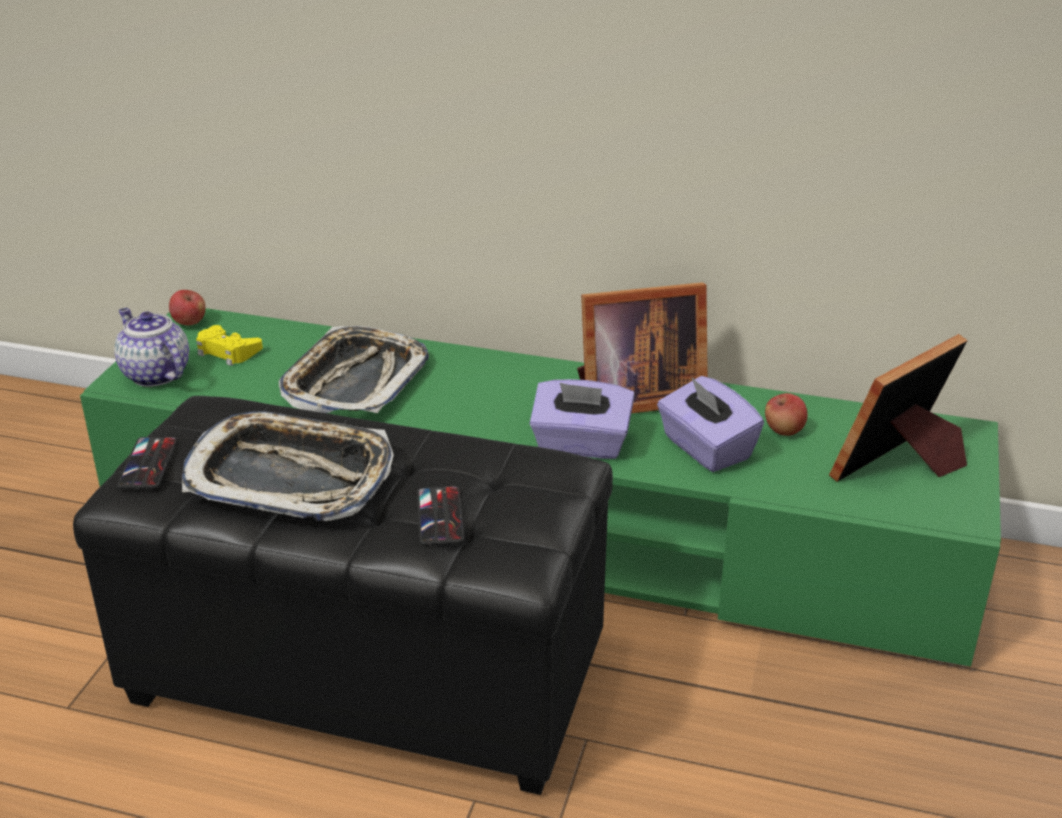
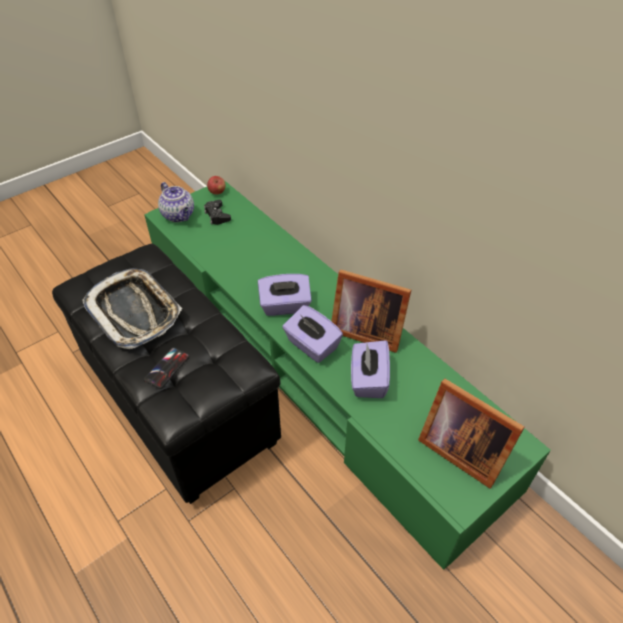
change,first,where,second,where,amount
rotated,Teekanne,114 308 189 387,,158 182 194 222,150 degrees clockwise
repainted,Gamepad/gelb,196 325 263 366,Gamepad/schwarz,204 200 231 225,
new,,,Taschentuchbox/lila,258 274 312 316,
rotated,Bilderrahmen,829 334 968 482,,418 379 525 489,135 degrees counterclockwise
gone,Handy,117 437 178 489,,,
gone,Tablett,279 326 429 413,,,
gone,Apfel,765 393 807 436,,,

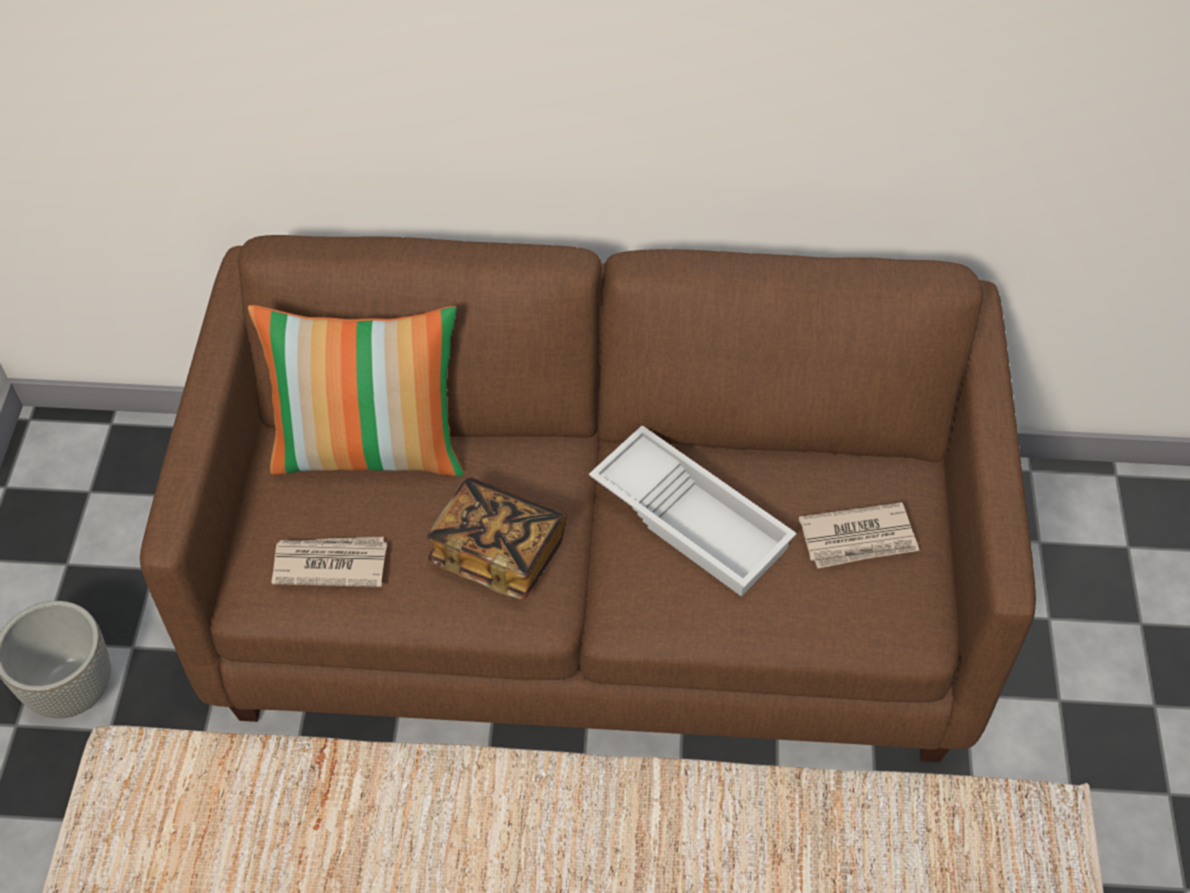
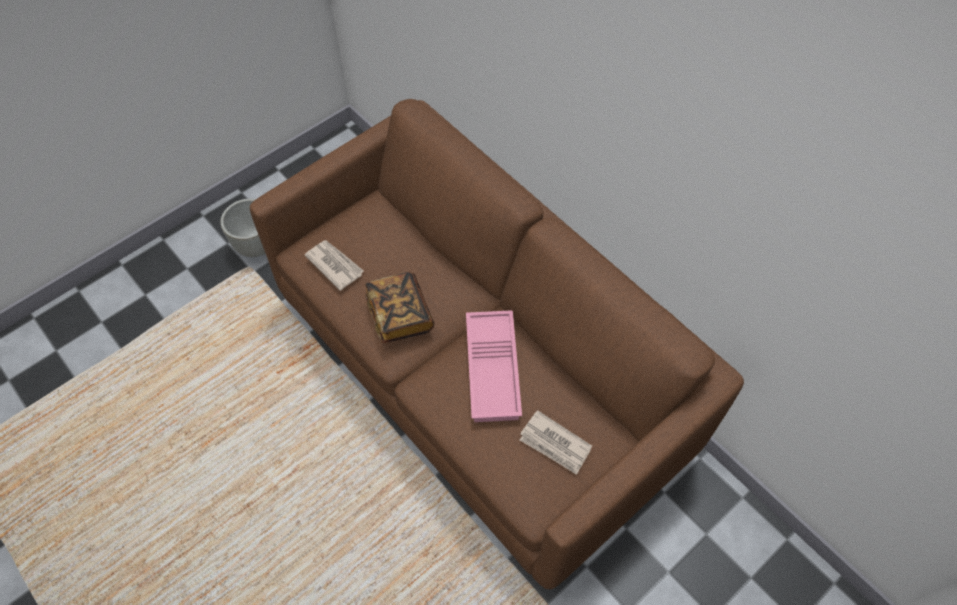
change,first,where,second,where,amount
repainted,Tablett/weiß,589 426 797 596,Tablett/rosa,466 310 522 422,
gone,Kissen,248 305 464 476,,,

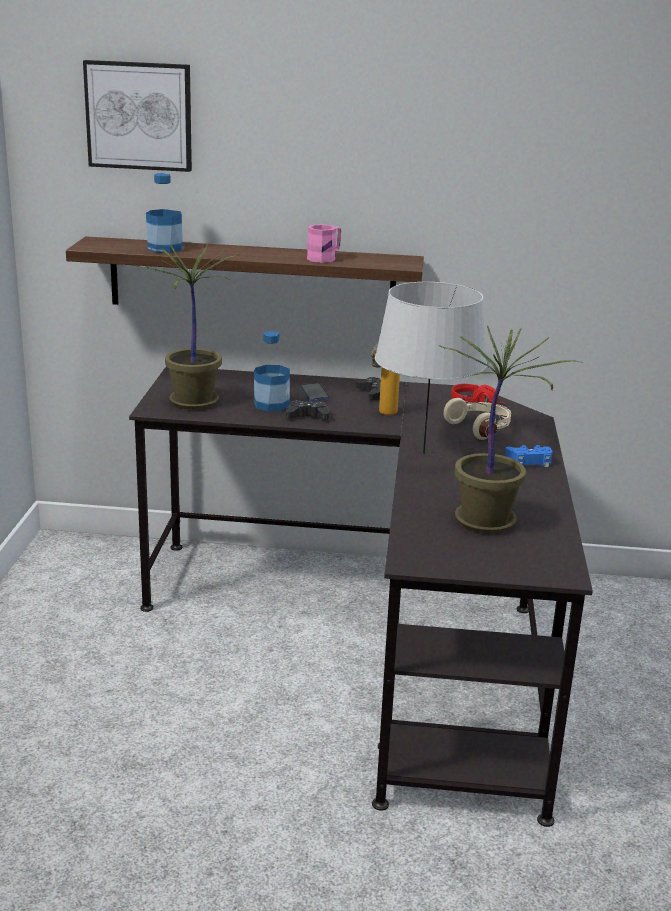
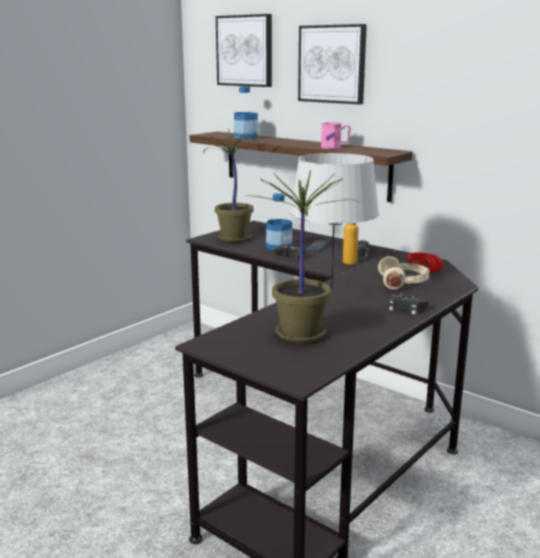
change,first,where,second,where,amount
new,,,Bild,298 24 367 104,
repainted,Gamepad/blau,505 445 553 467,Gamepad/schwarz,388 293 429 315,

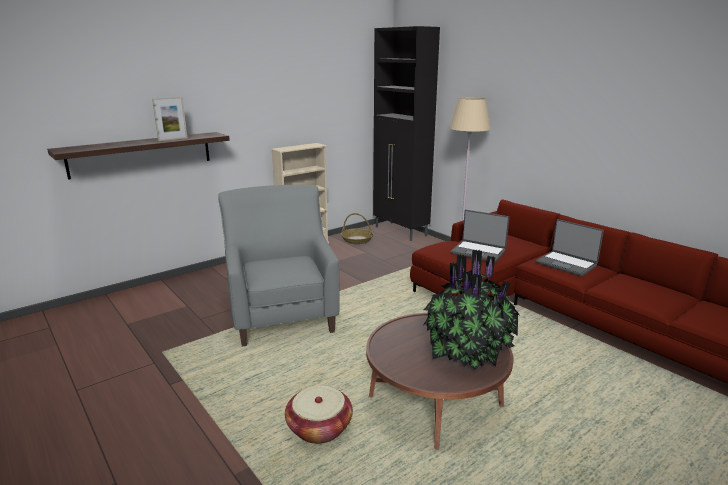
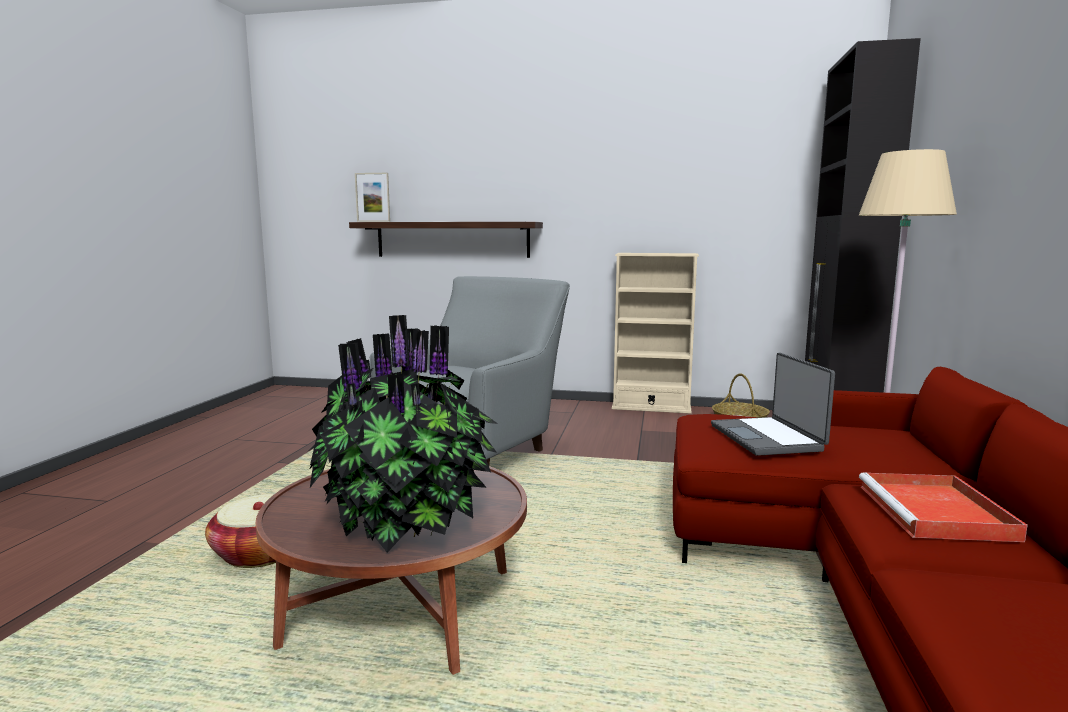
change,first,where,second,where,amount
shifted,Bilderrahmen,152 97 187 141,,355 173 390 222,
swapped,Laptop,536 219 604 276,Tablett/rot,859 472 1028 542,

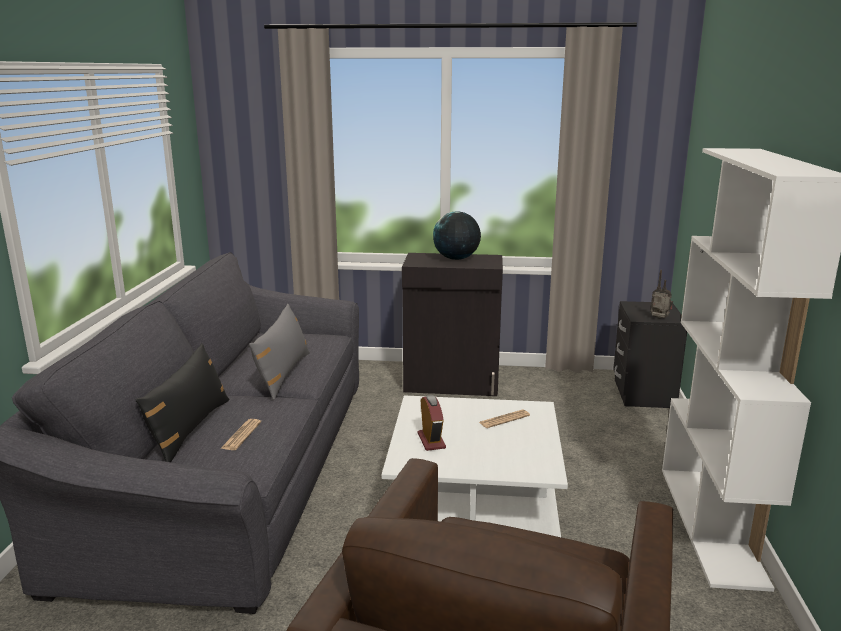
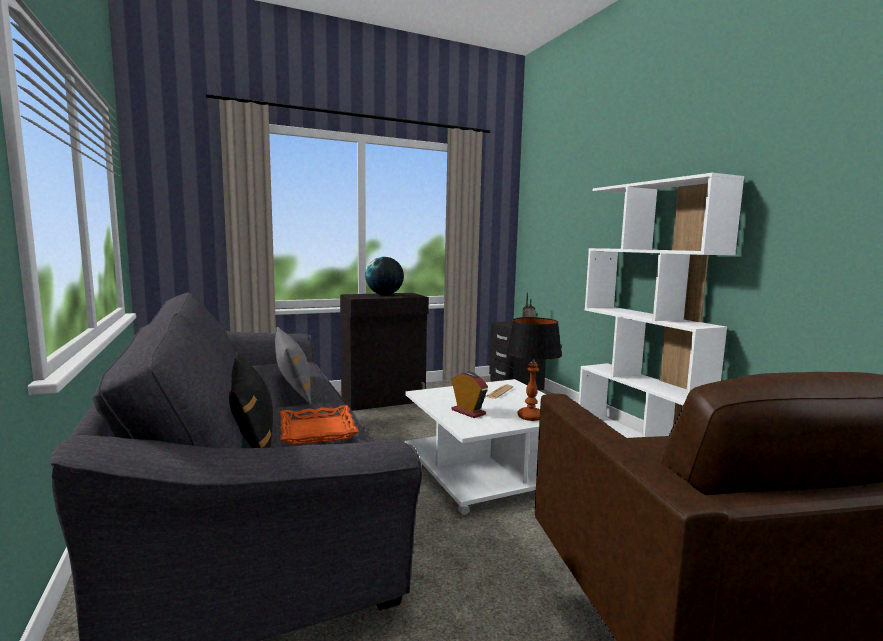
change,first,where,second,where,amount
swapped,Zeitung,220 419 261 450,Tablett/orange,280 405 359 445,
new,,,Tischlampe,506 317 562 421,

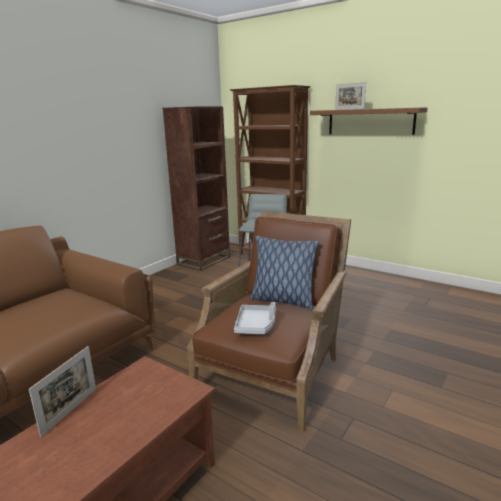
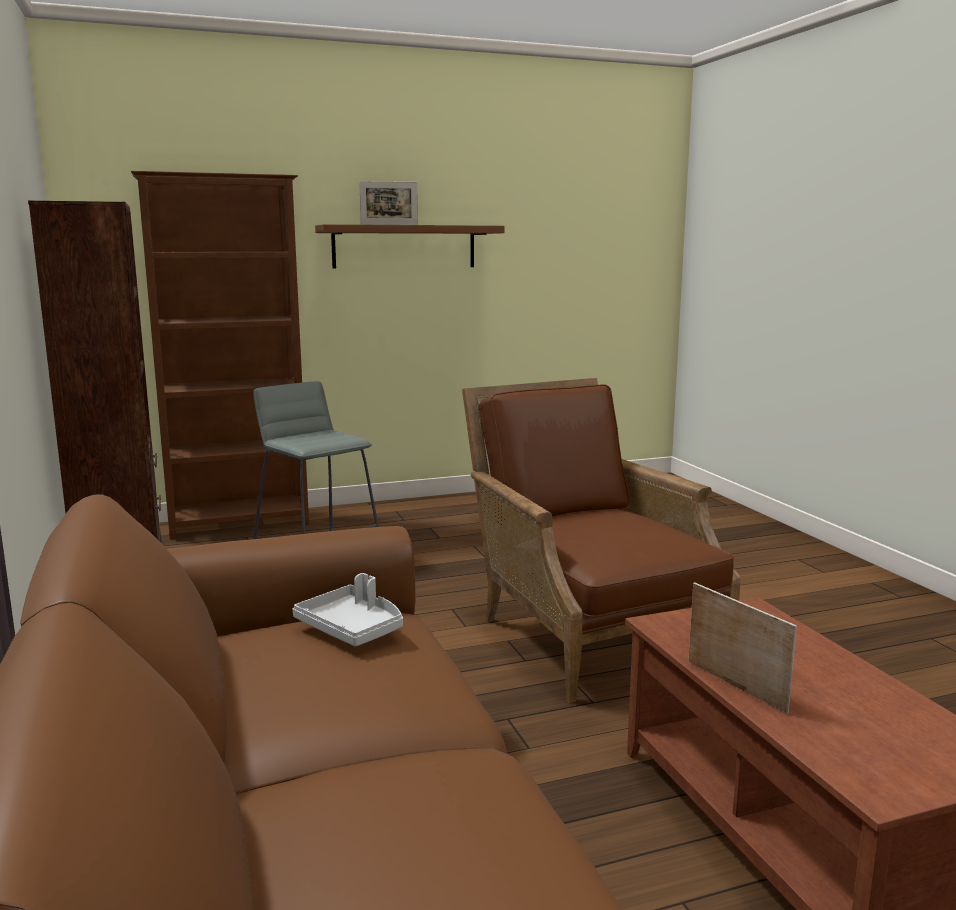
change,first,where,second,where,amount
shifted,Tablett/grau,234 302 276 334,,293 573 403 647,
gone,Kissen,250 236 319 309,,,

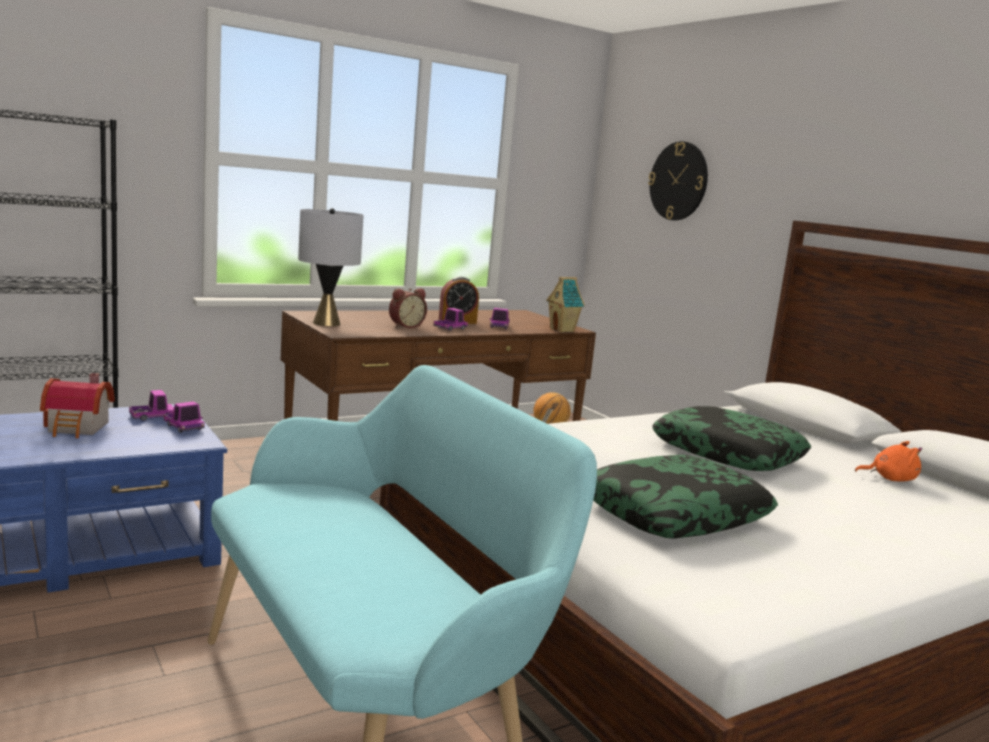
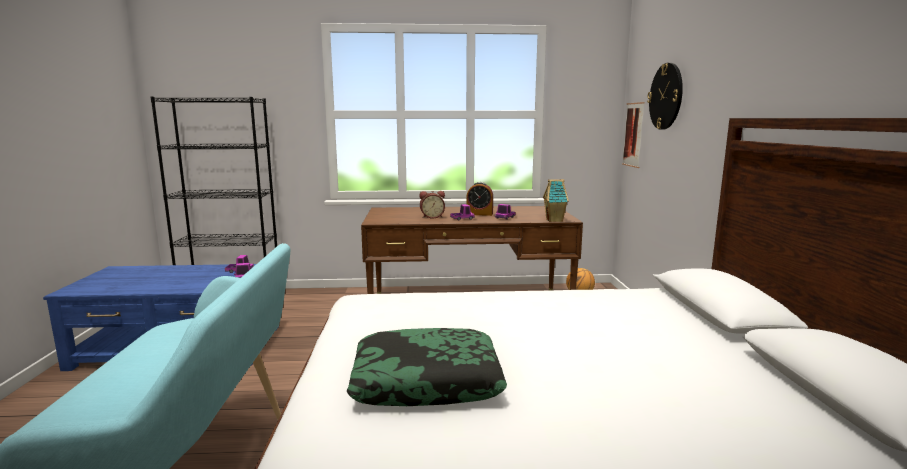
change,first,where,second,where,amount
new,,,Bild,622 102 645 168,
gone,Spielzeughaus,40 373 115 438,,,
gone,Tischlampe/grau,298 208 364 326,,,
gone,Kissen,652 406 811 471,,,
gone,Plüschtier/orange,855 441 922 482,,,

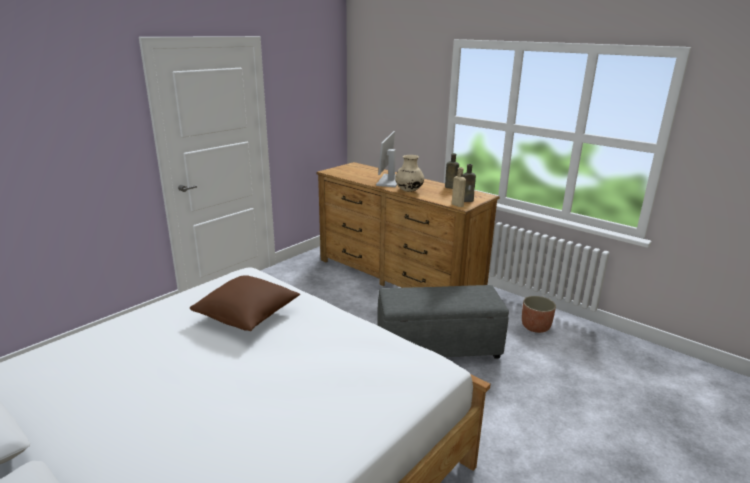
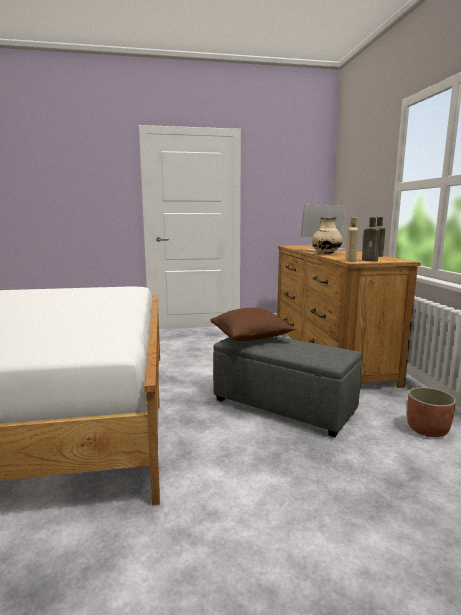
change,first,where,second,where,amount
shifted,Kissen/braun,190 275 300 331,,210 308 295 341,

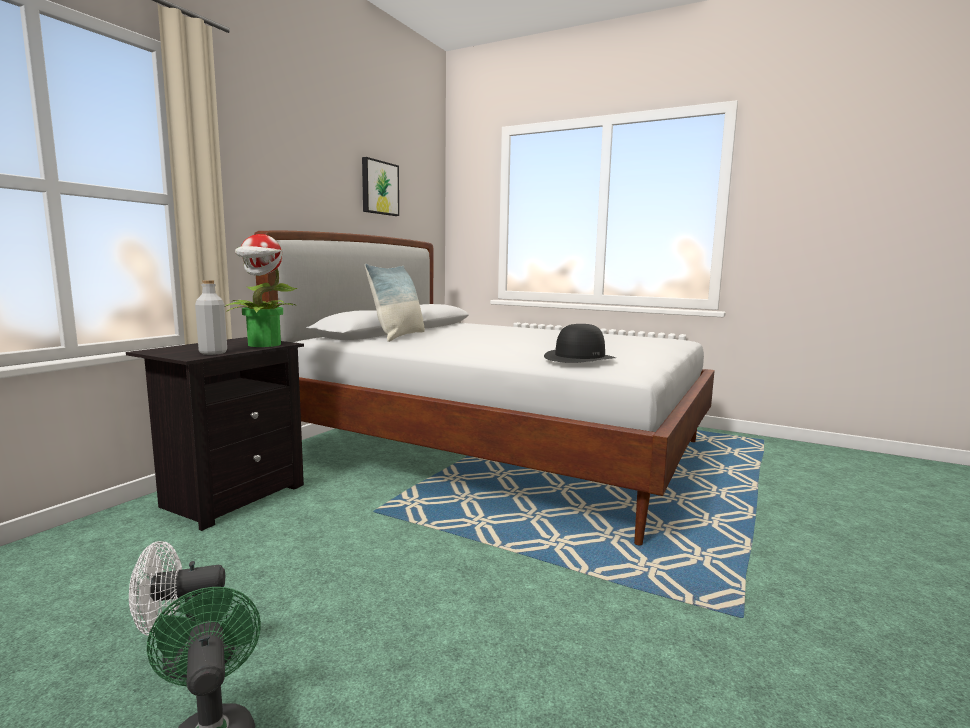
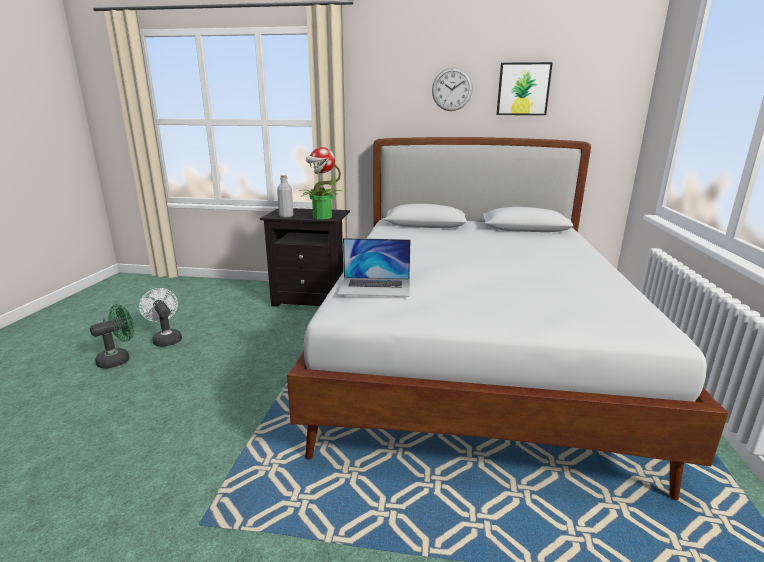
change,first,where,second,where,amount
swapped,Hut/schwarz,544 324 616 363,Laptop,337 238 411 297,
new,,,Wanduhr,432 67 473 111,
gone,Kissen,365 264 425 342,,,

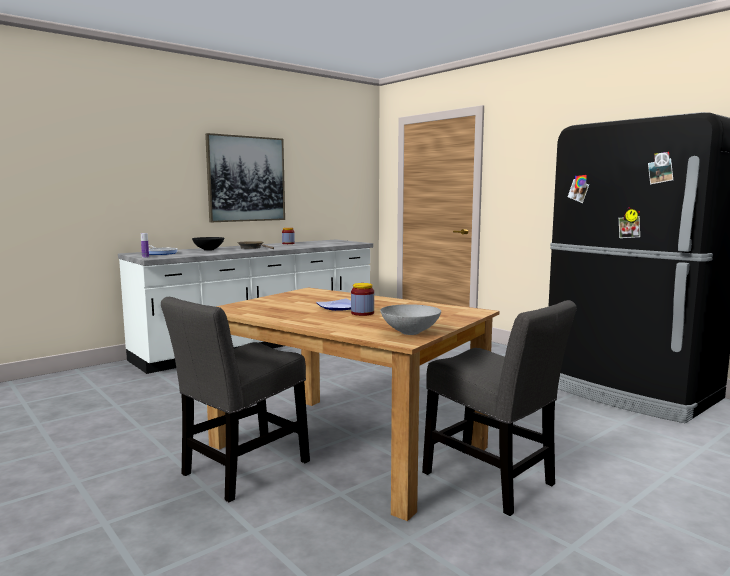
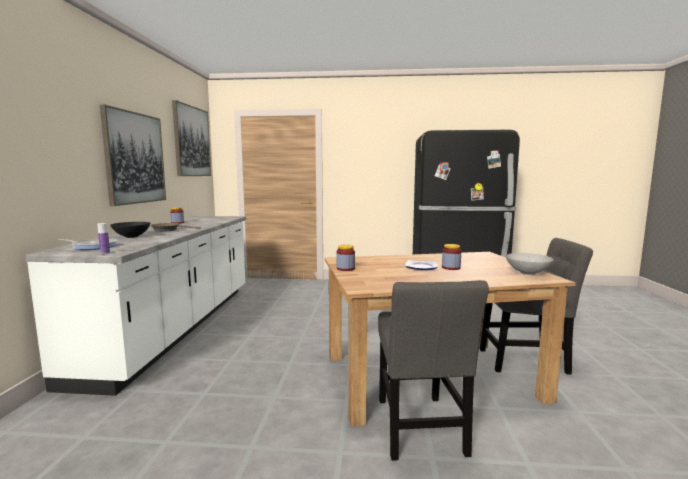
change,first,where,second,where,amount
new,,,Bild,172 100 211 176,
new,,,Vorratsglas,337 245 355 271,

